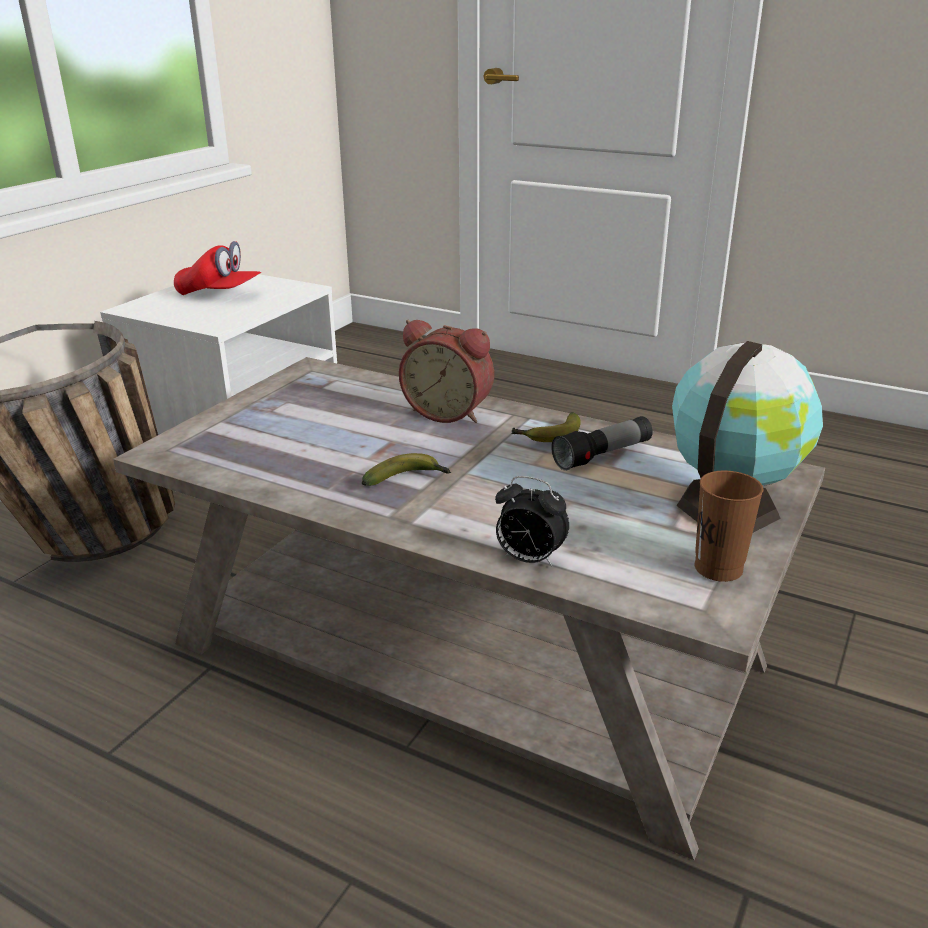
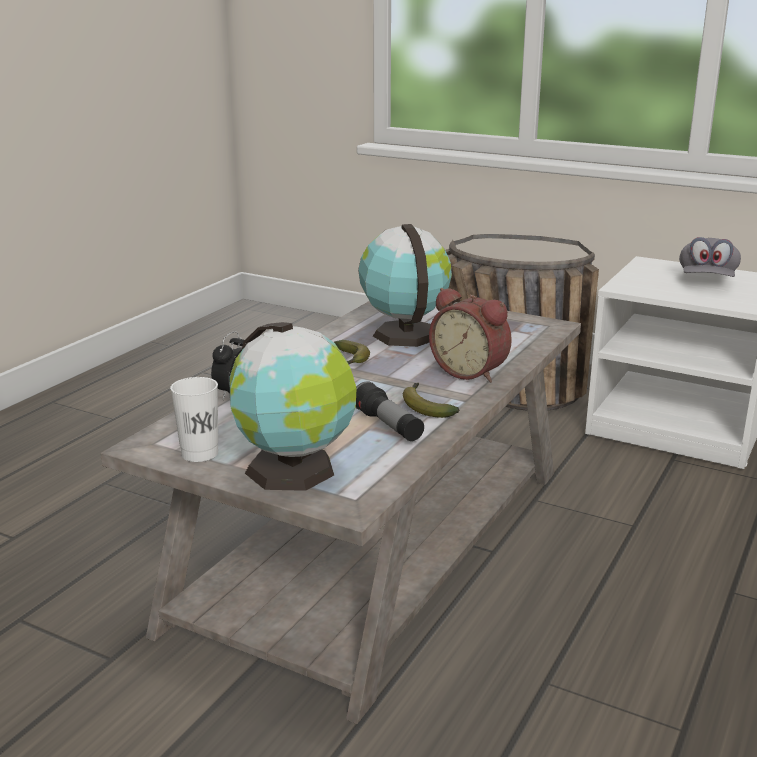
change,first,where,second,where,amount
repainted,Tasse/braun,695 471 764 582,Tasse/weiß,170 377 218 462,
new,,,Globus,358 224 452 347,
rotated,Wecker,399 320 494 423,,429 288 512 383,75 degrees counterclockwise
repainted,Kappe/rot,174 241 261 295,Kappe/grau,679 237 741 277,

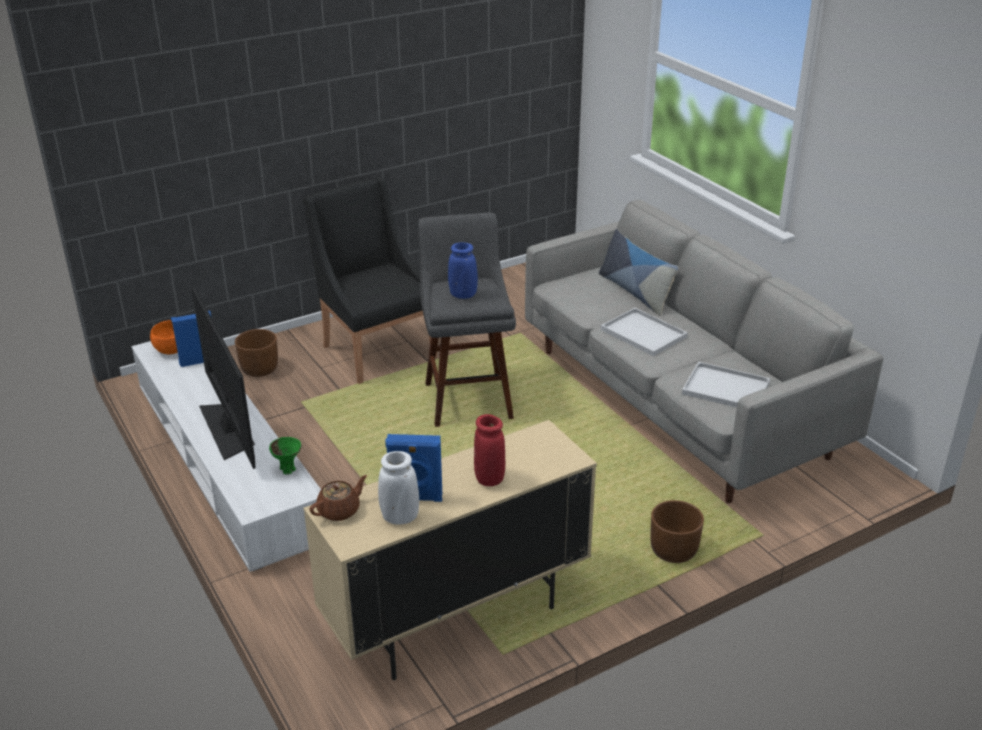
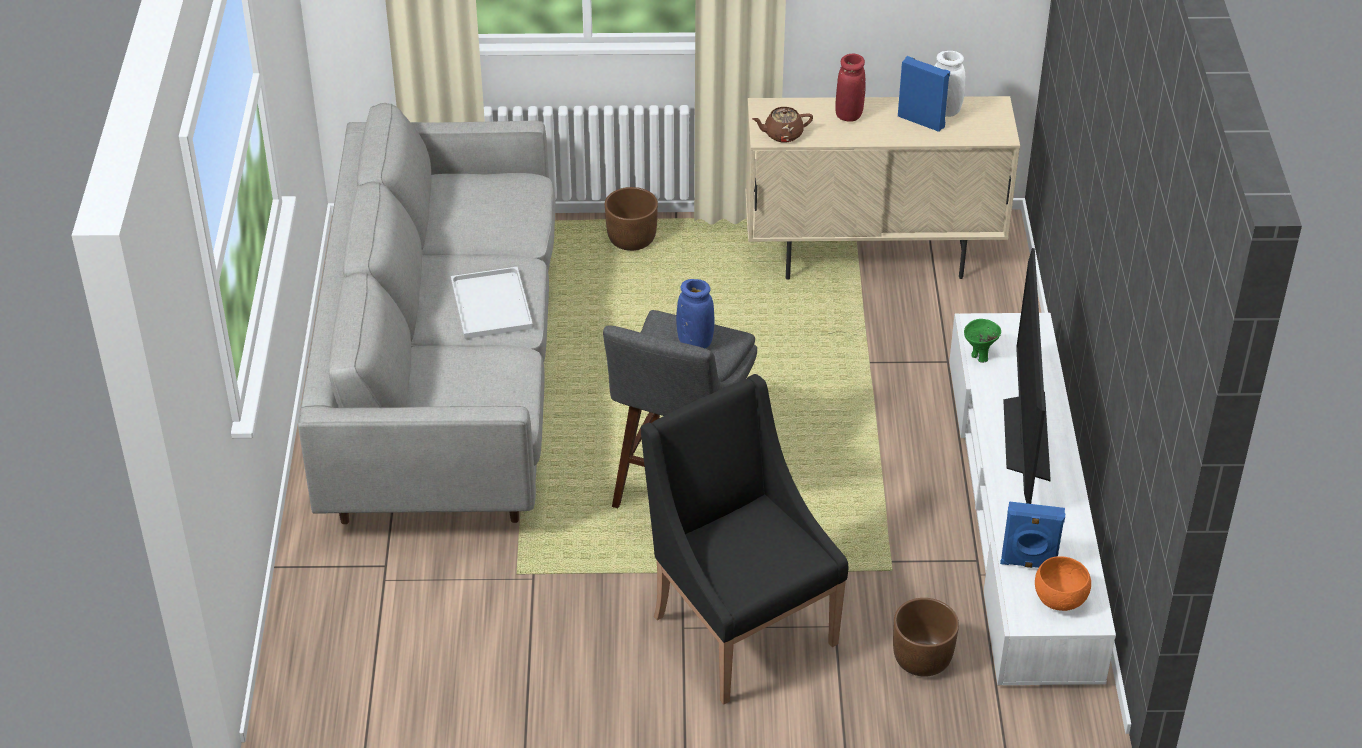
change,first,where,second,where,amount
rotated,Sessel/schwarz,303 177 437 384,,641 374 848 705,150 degrees clockwise
shifted,Teekanne/braun,309 475 367 521,,752 107 813 142,
gone,Kissen,599 229 678 316,,,
gone,Tablett/weiß,682 362 770 408,,,

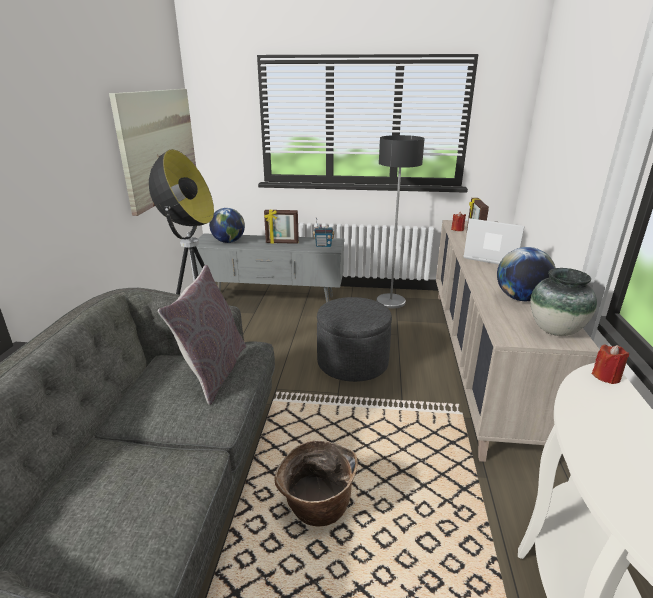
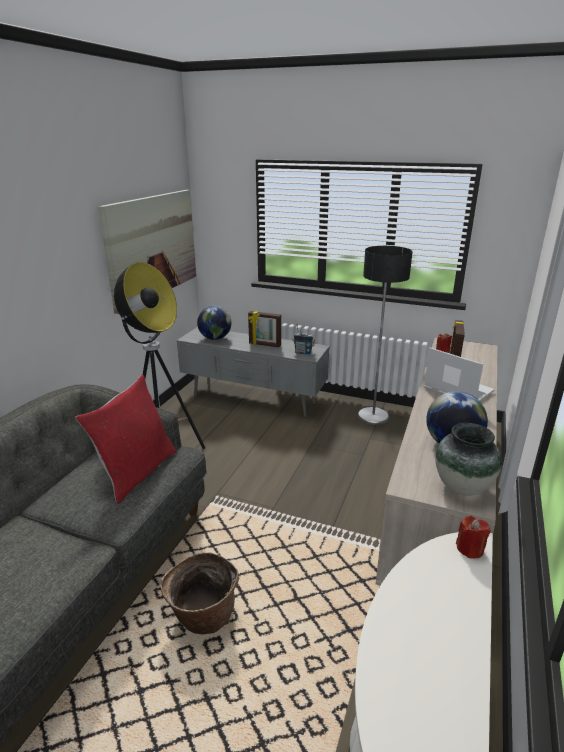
change,first,where,second,where,amount
repainted,Kissen/grau,158 265 246 405,Kissen/rot,75 375 176 504,
gone,Polsterhocker/grau,317 297 392 382,,,

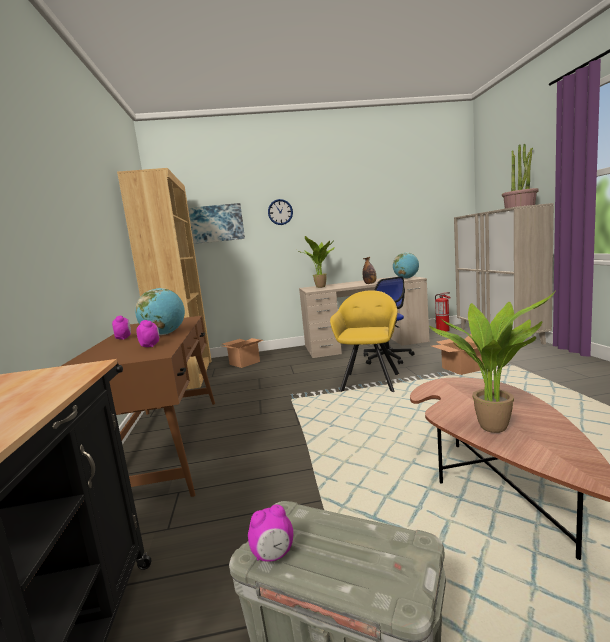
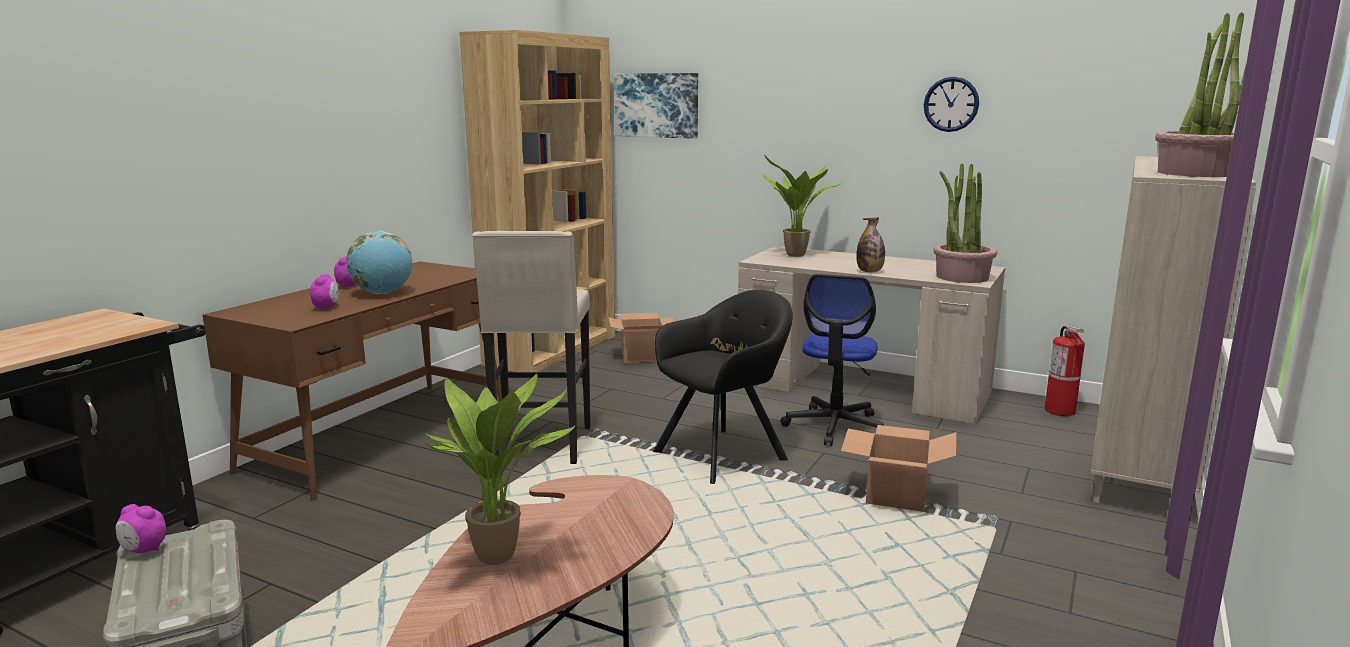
change,first,where,second,where,amount
new,,,Hocker/beige,472 231 591 464,
repainted,Sessel/gelb,330 290 399 392,Sessel/schwarz,653 290 793 484,
shifted,Wanduhr,268 199 293 225,,924 77 979 132,
swapped,Globus,393 252 419 279,Topfpflanze,933 163 997 283,

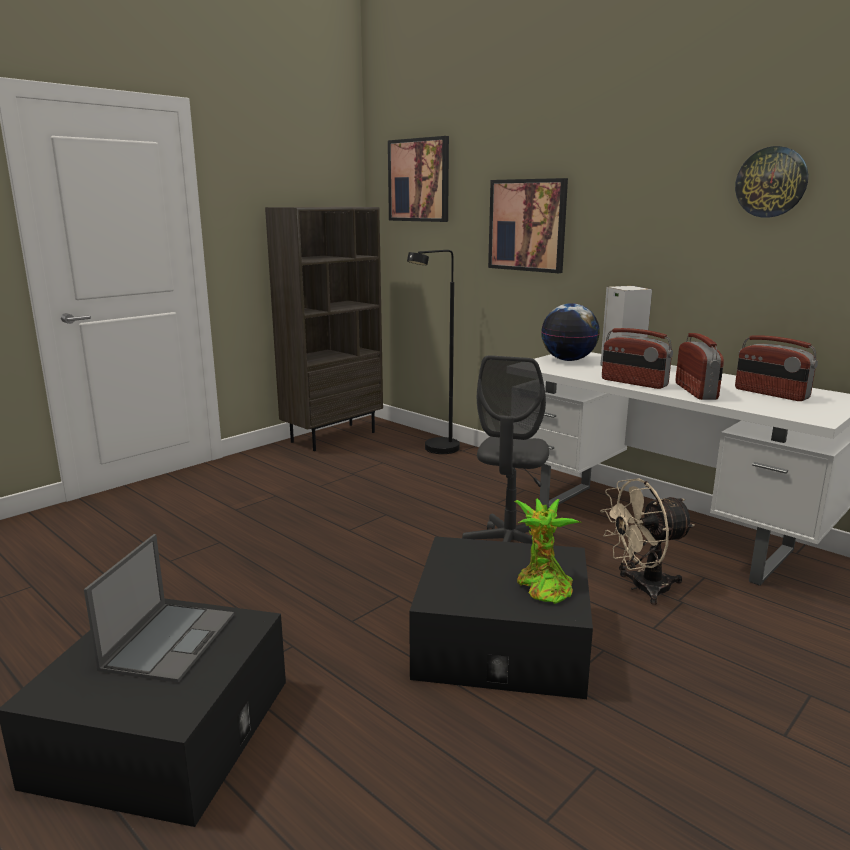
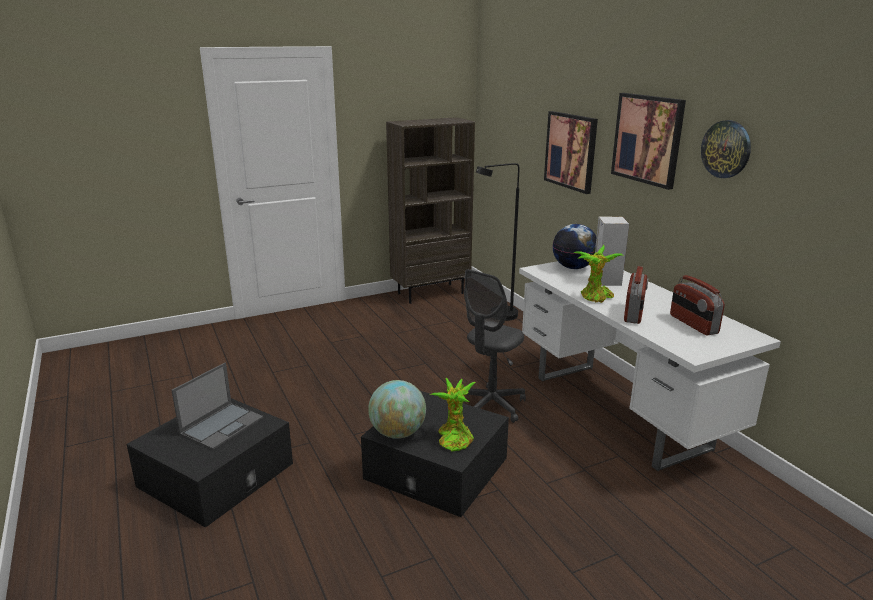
change,first,where,second,where,amount
new,,,Globus,368 380 426 439,
swapped,Radio,602 328 673 389,Topfpflanze,574 245 625 303,
shifted,Bild,388 136 449 222,,611 93 686 190,
gone,Ventilator/beige,600 478 695 605,,,

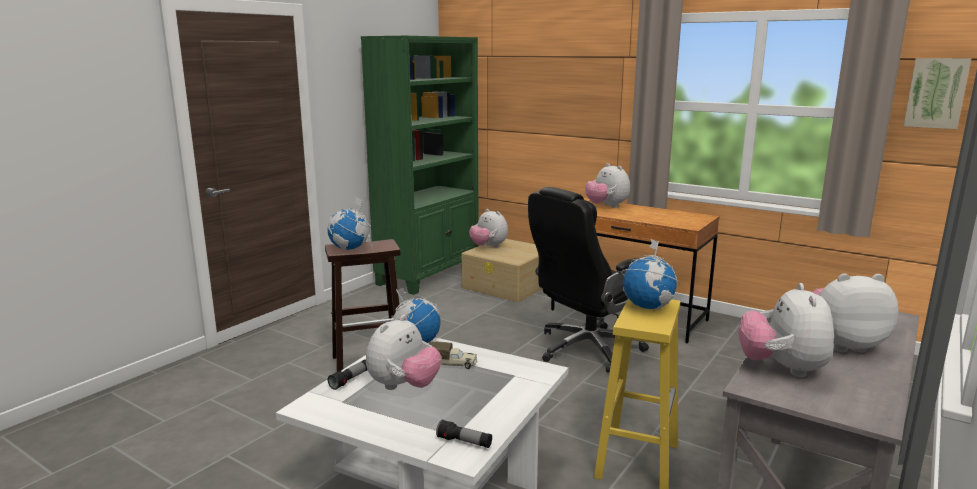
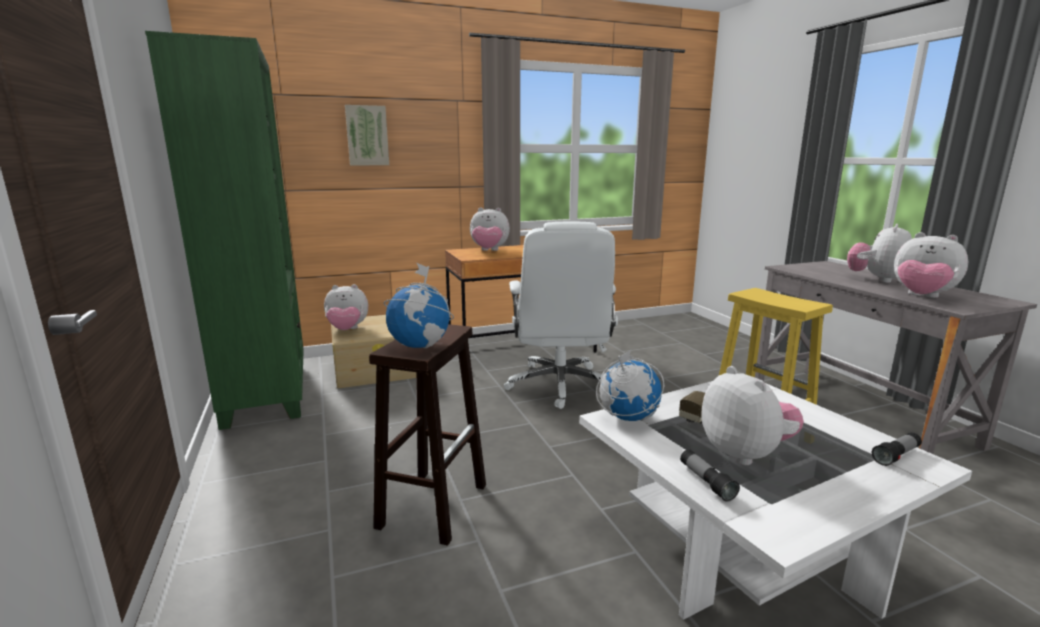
change,first,where,second,where,amount
shifted,Bild,904 58 971 129,,345 105 389 166,
repainted,Bürostuhl/schwarz,528 187 649 373,Bürostuhl/weiß,504 221 618 409,
gone,Globus,621 239 680 310,,,

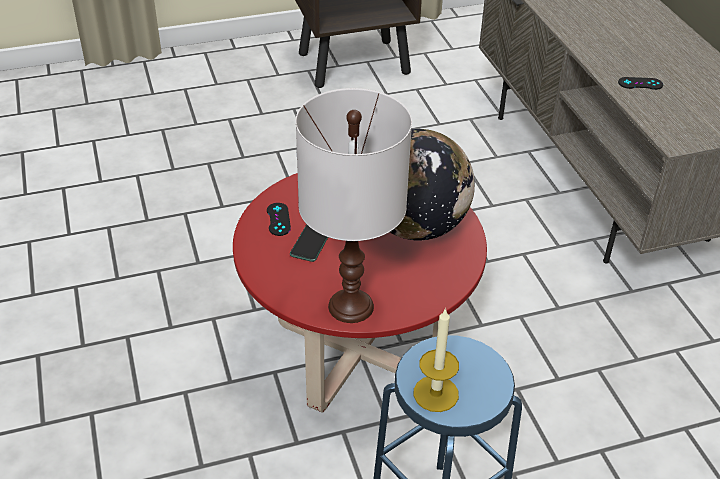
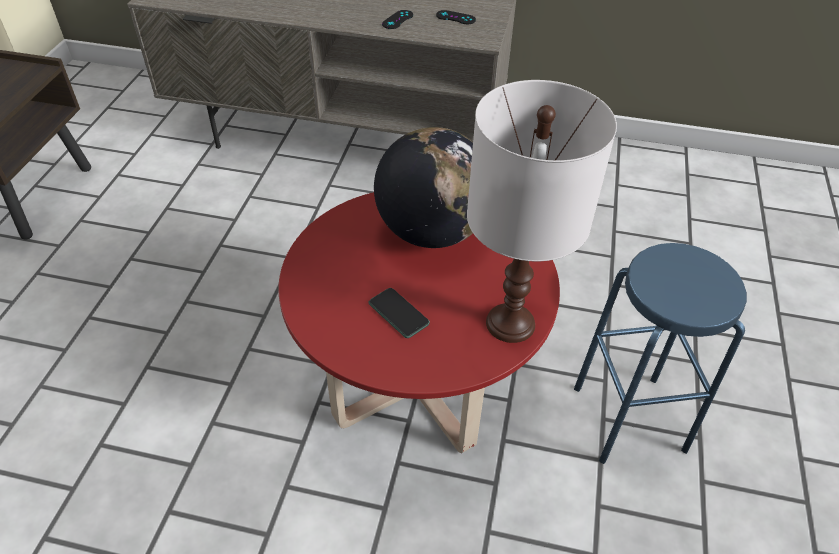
change,first,where,second,where,amount
shifted,Gamepad/schwarz,267 203 291 236,,436 10 476 24,
gone,Kerze,414 308 459 412,,,

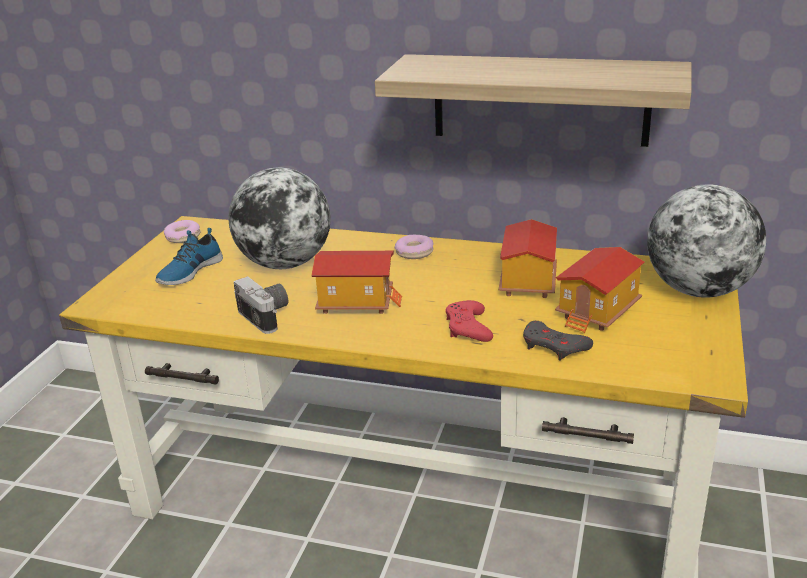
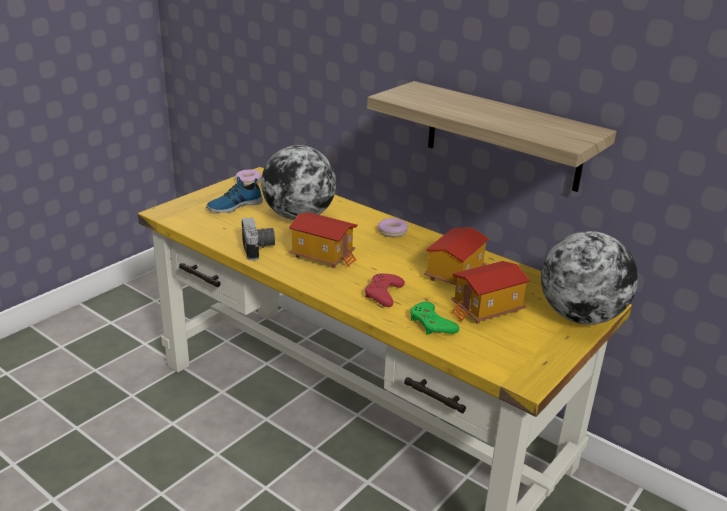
change,first,where,second,where,amount
repainted,Gamepad/grau,523 321 593 360,Gamepad/grün,410 302 460 335,

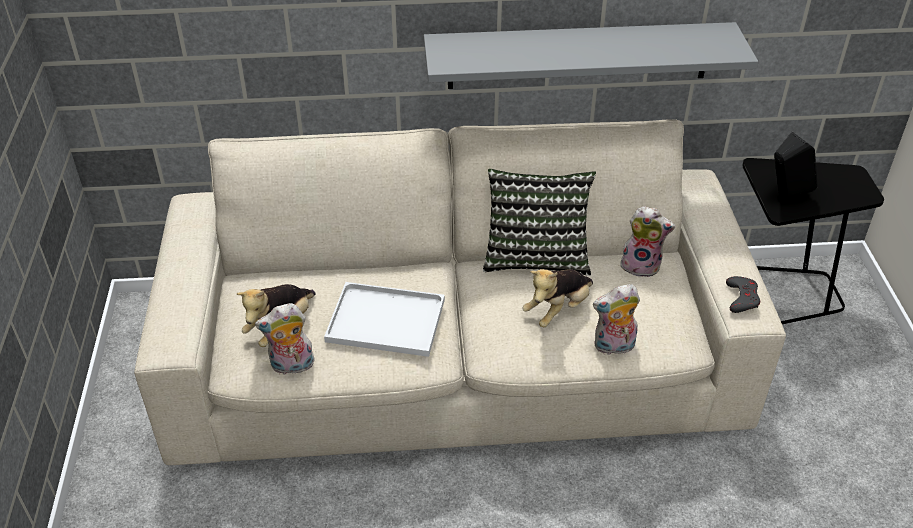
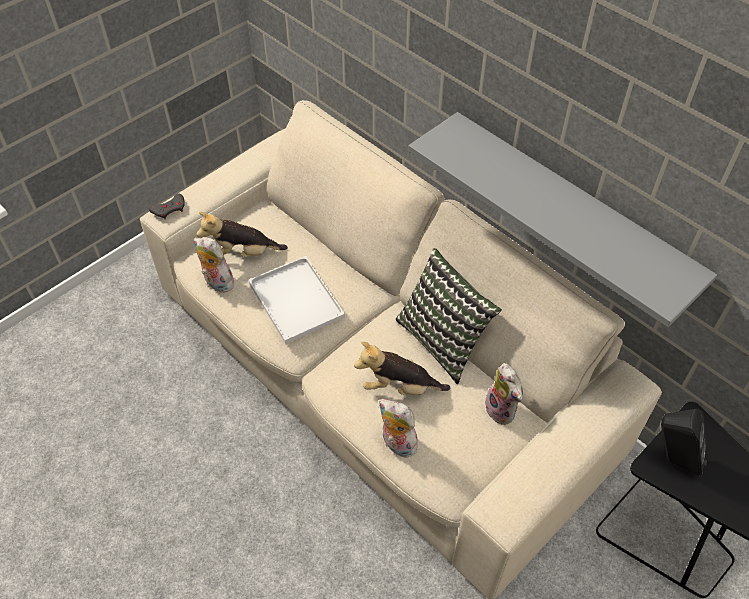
change,first,where,second,where,amount
shifted,Gamepad/grau,726 276 760 313,,148 194 185 219,

